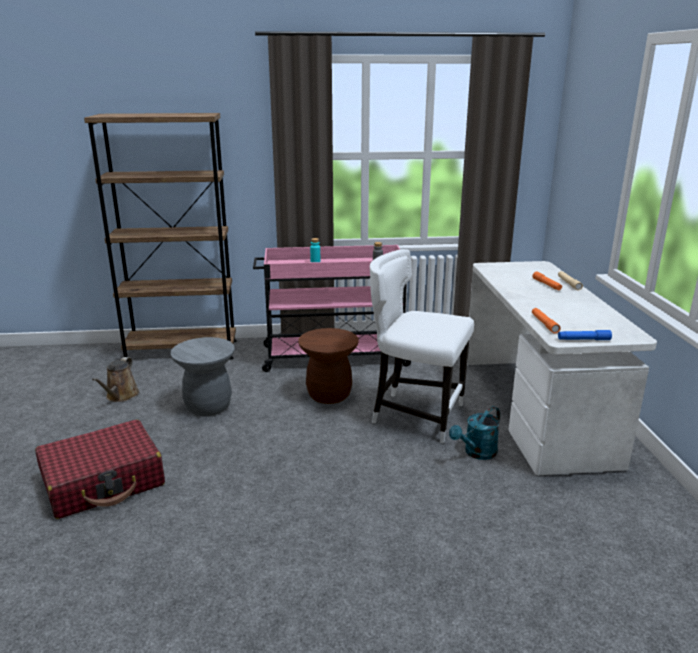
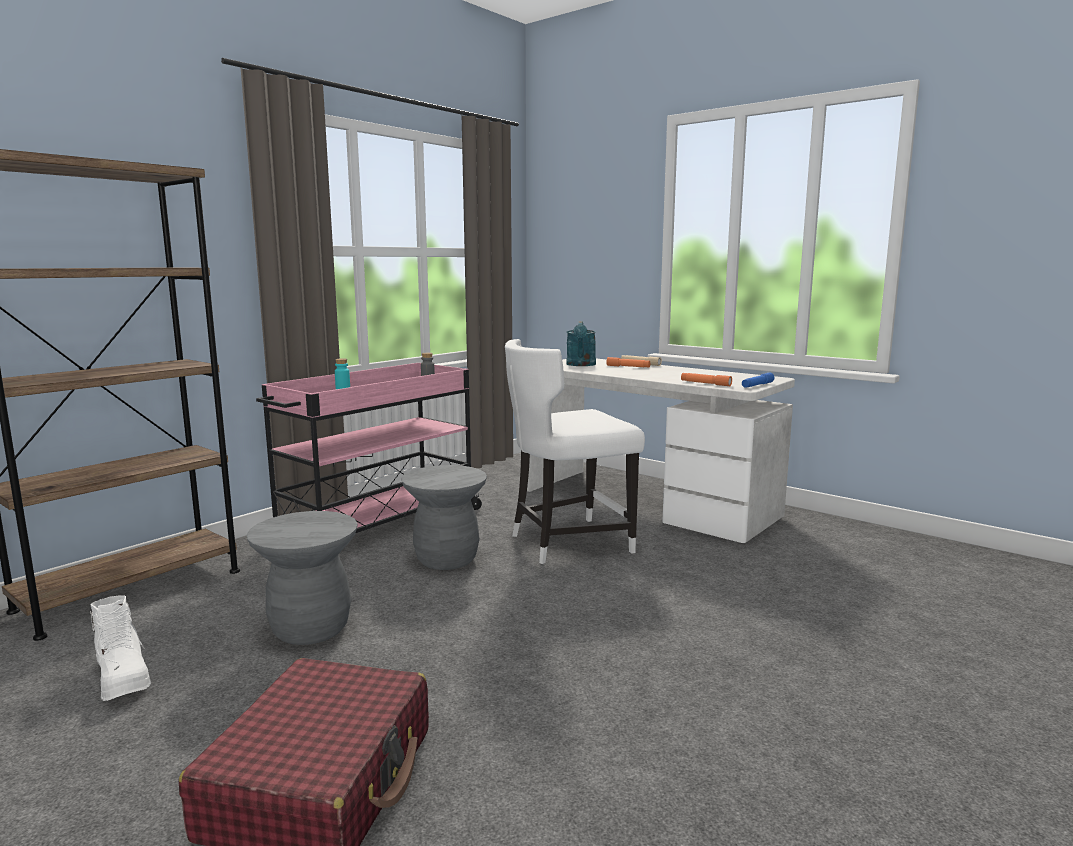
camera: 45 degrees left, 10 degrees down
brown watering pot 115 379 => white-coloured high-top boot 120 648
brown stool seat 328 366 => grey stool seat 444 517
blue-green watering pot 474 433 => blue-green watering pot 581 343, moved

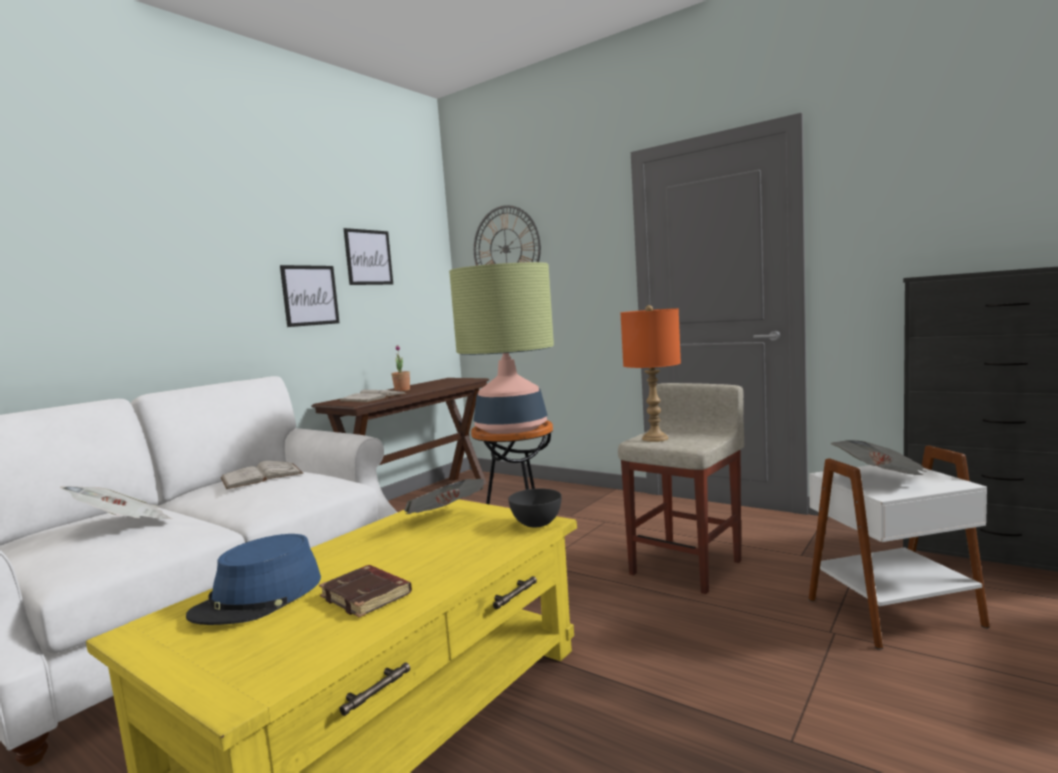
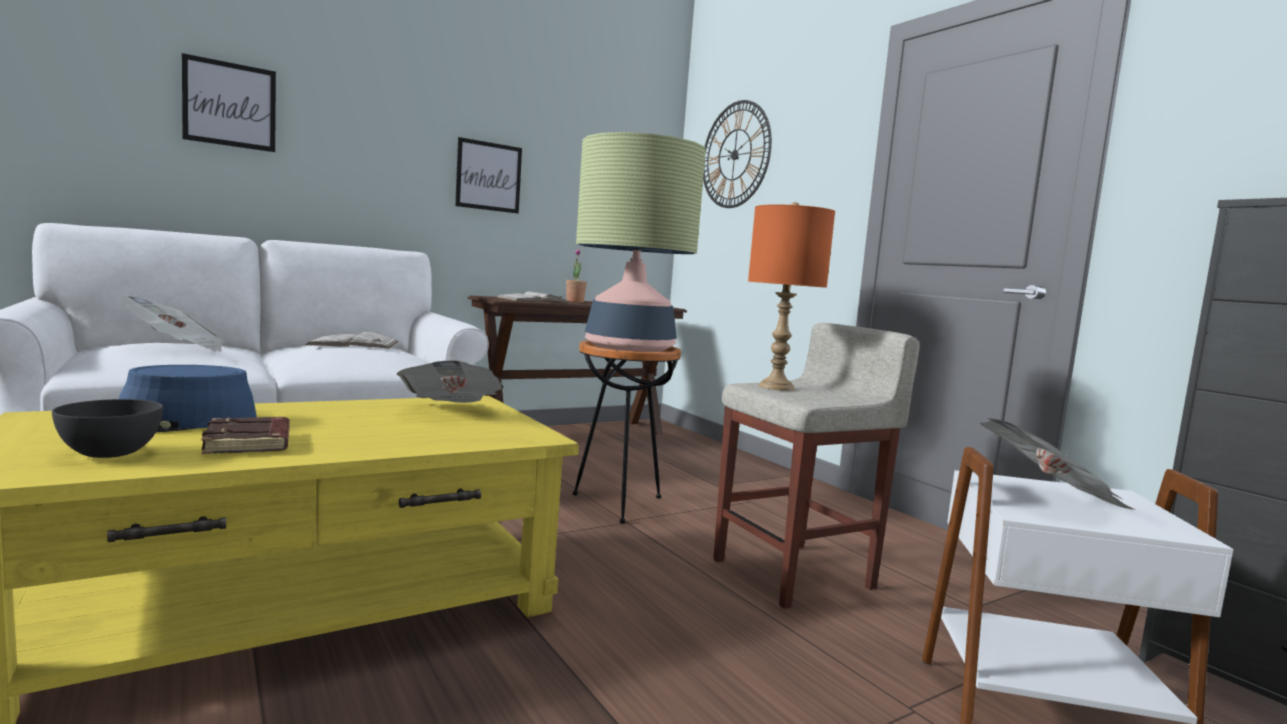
camera: 20 degrees right, 0 degrees up
grey bowl 535 508 => grey bowl 107 428, moved
wall picture 368 256 => wall picture 229 102, moved

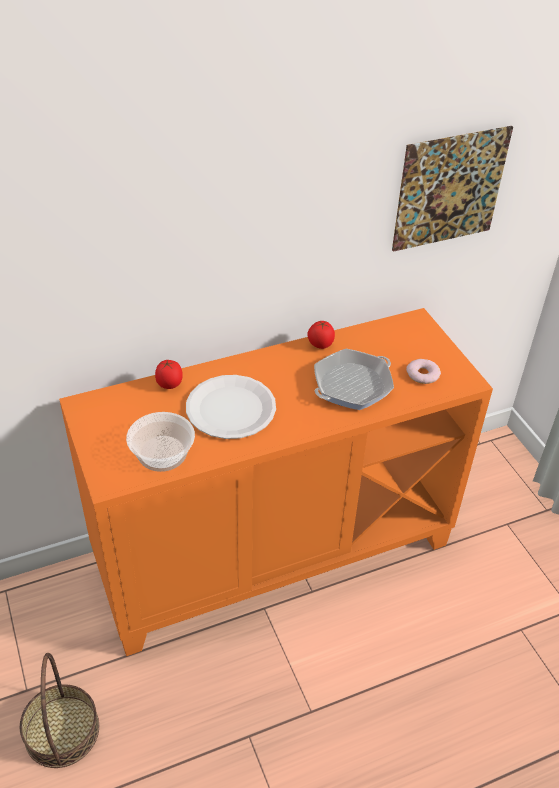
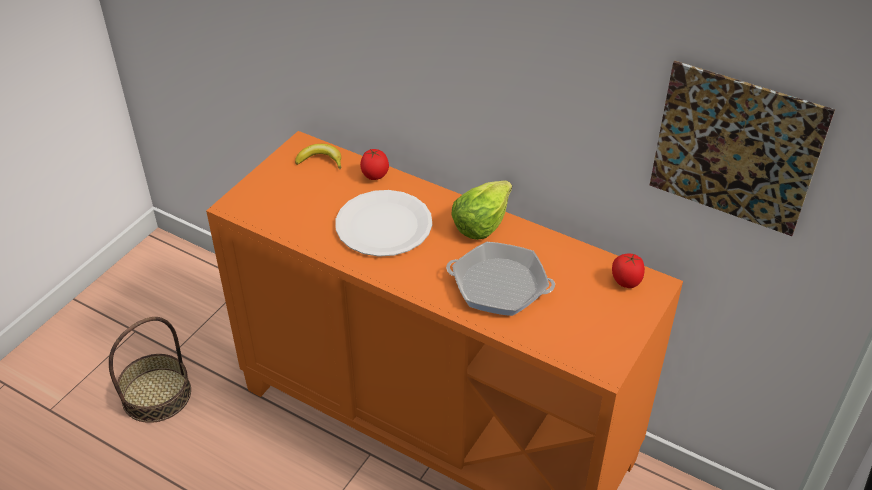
camera: 55 degrees right, 0 degrees up
nothing => banana 318 156
nothing => head of lettuce 481 210
whole tomato 321 335 => whole tomato 628 270, moved
bowl 160 442 => nothing
ring doughnut 423 371 => nothing

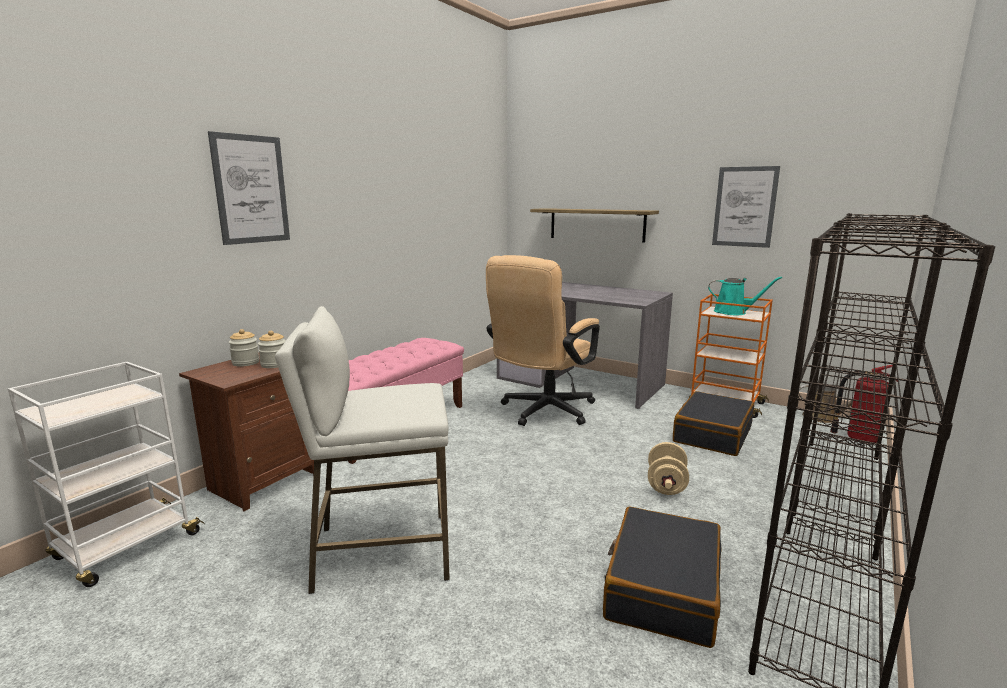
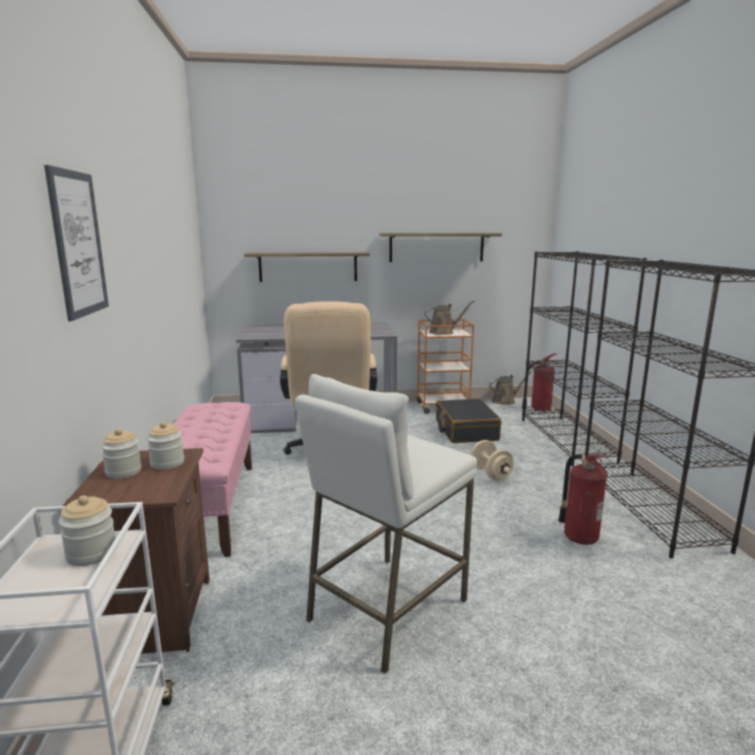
camera: 40 degrees left, 0 degrees up
nothing => storage jar 87 530
wall picture 746 207 => shelf 440 247
blue-green watering pot 745 295 => brown watering pot 449 317
black piece of luggage 662 577 => extinguisher 583 499

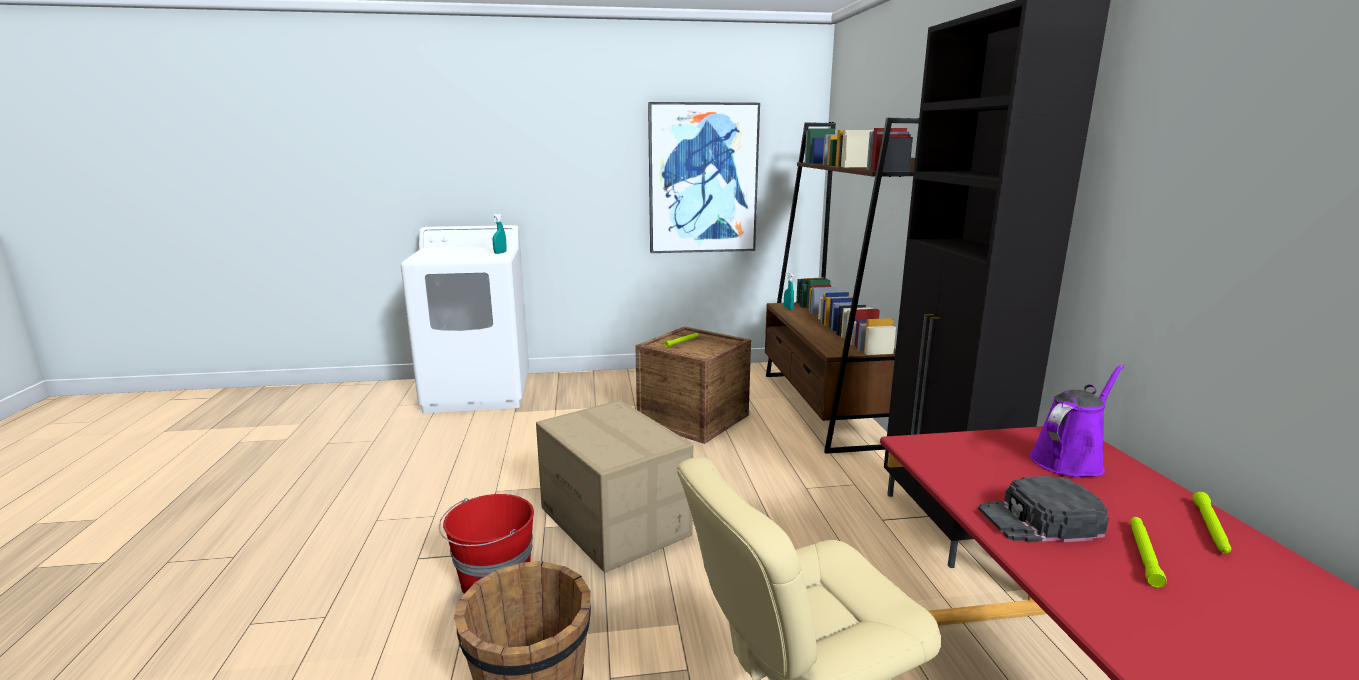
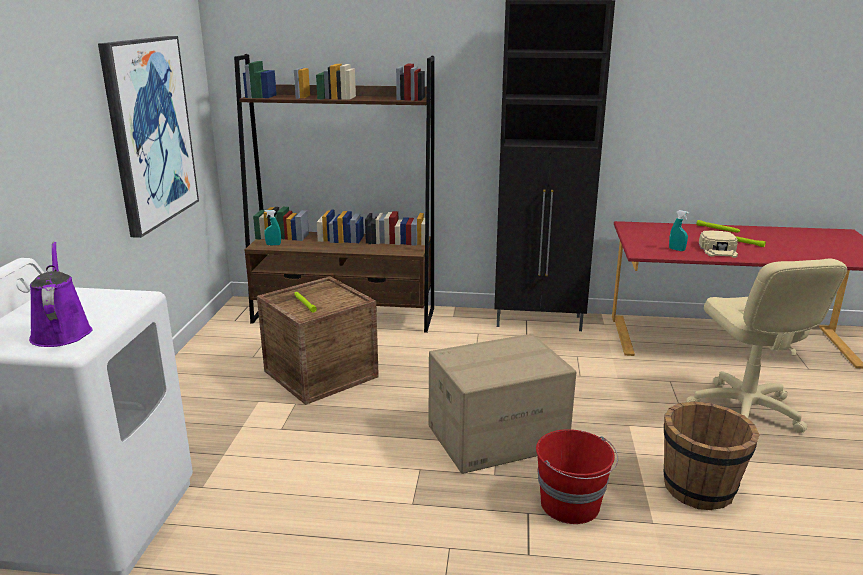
camera: 75 degrees left, 5 degrees up
purple-coloured watering pot 1076 420 => purple-coloured watering pot 60 294, moved
blue-green hand sprayer 499 234 => blue-green hand sprayer 679 230, moved
black baseball cap 1043 509 => beige baseball cap 718 244

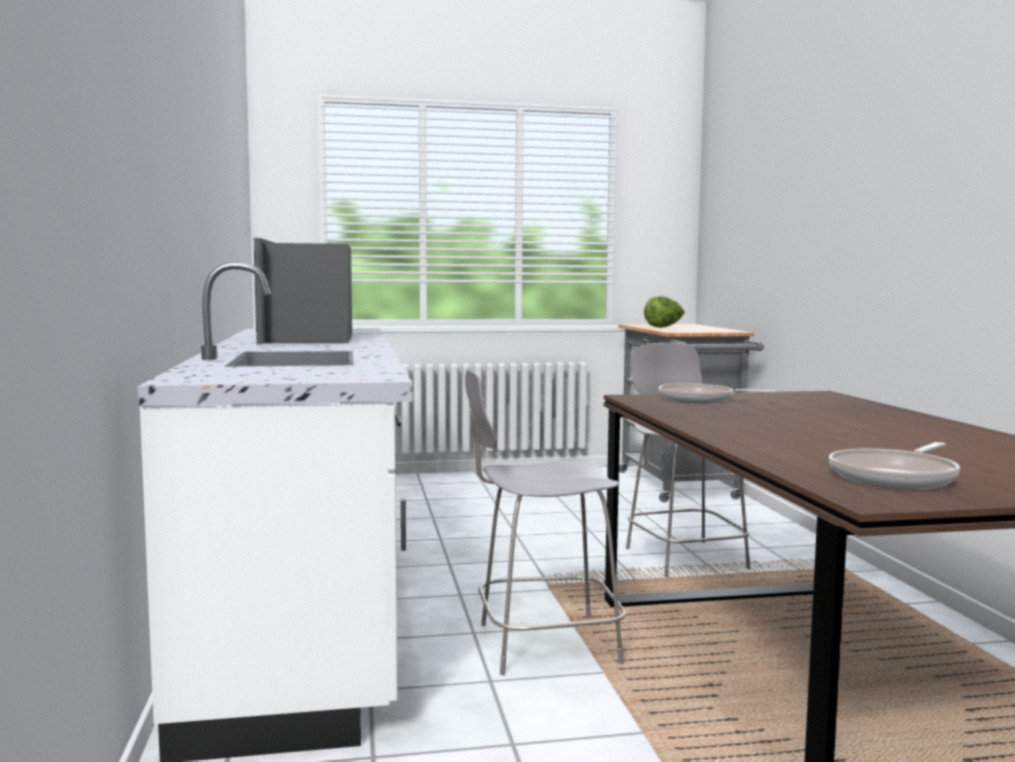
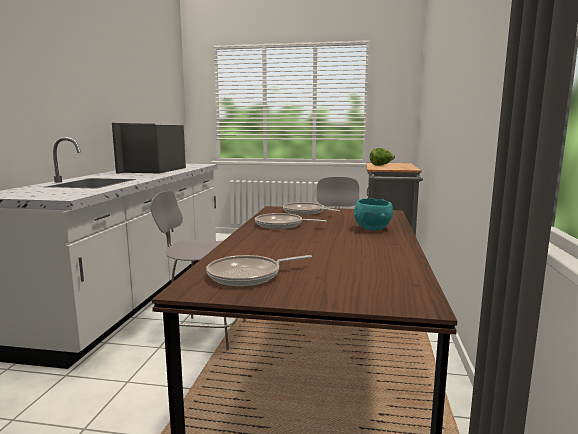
camera: 20 degrees right, 5 degrees up
nothing => skillet 291 221
nothing => blue-green bowl 374 214

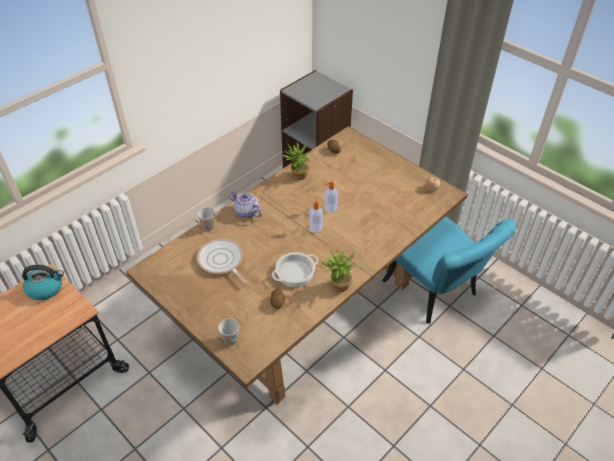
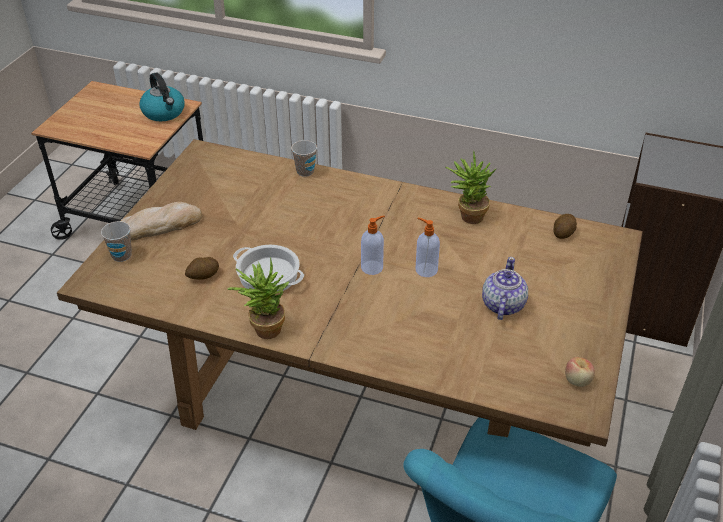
camera: 65 degrees right, 5 degrees down
nothing => baked bread 161 221
pot for tea 246 204 => pot for tea 505 288, moved
skillet 222 261 => nothing

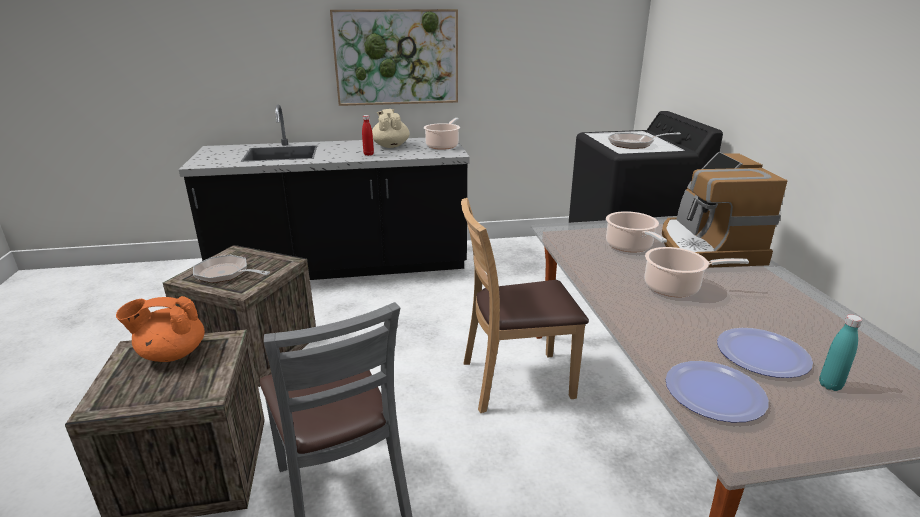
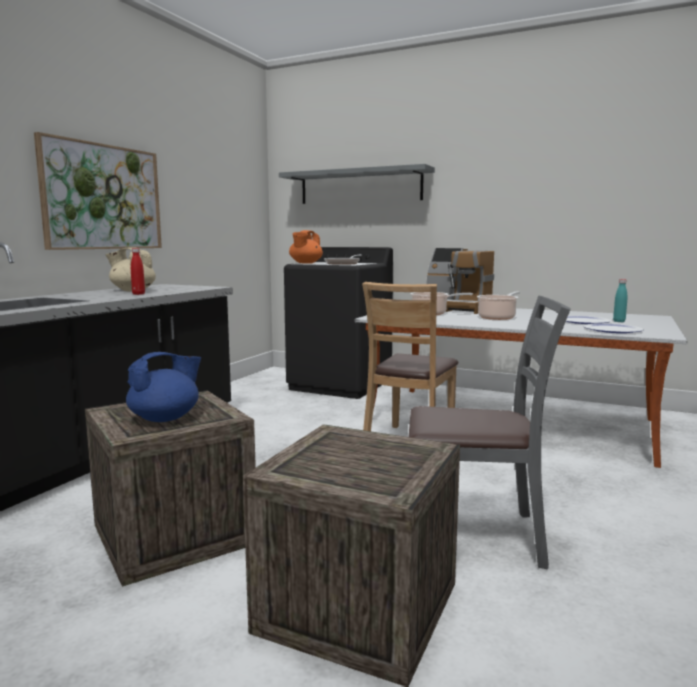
camera: 55 degrees left, 15 degrees down
skillet 231 269 => blue-coloured pot for tea 163 387
nothing => grey shelf 357 184
orange-coloured pot for tea 160 329 => orange-coloured pot for tea 306 246, moved
stockpot 442 134 => nothing

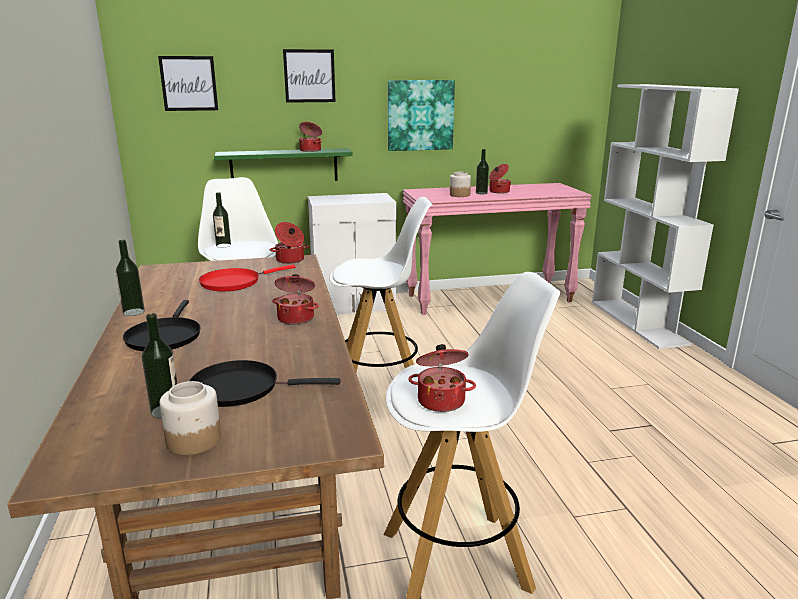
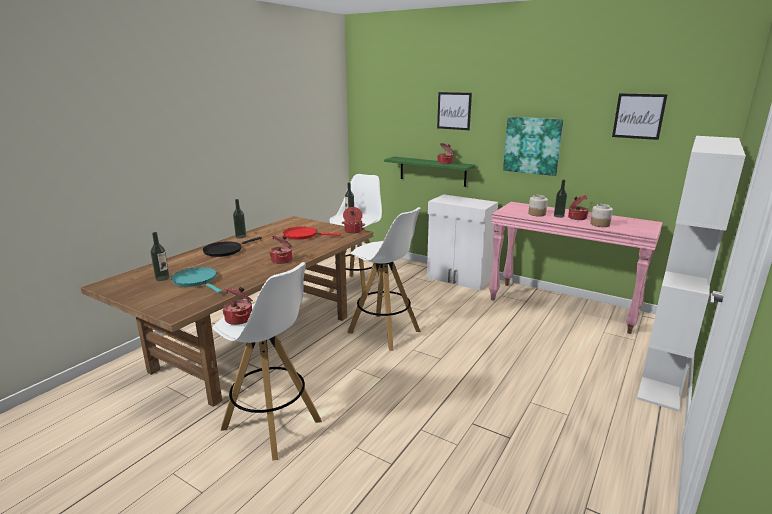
camera: 45 degrees right, 0 degrees up
black skillet 264 383 => blue-green skillet 196 280
storage jar 190 418 => storage jar 601 215, moved
wall picture 188 83 => wall picture 640 116, moved

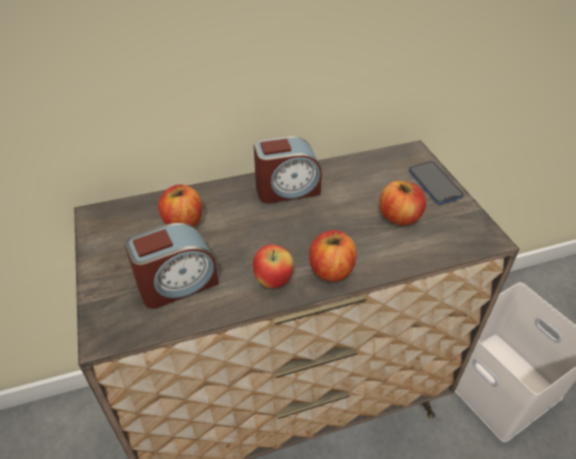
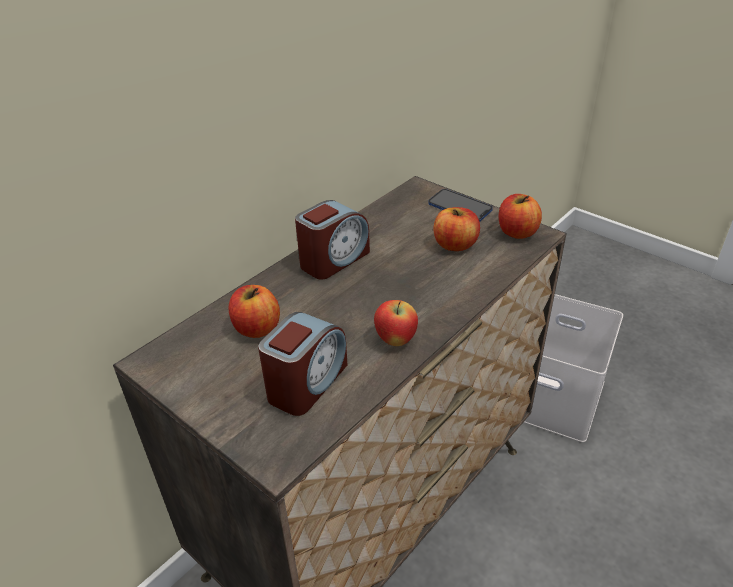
camera: 30 degrees left, 5 degrees down
apple 333 256 => apple 520 216, moved

